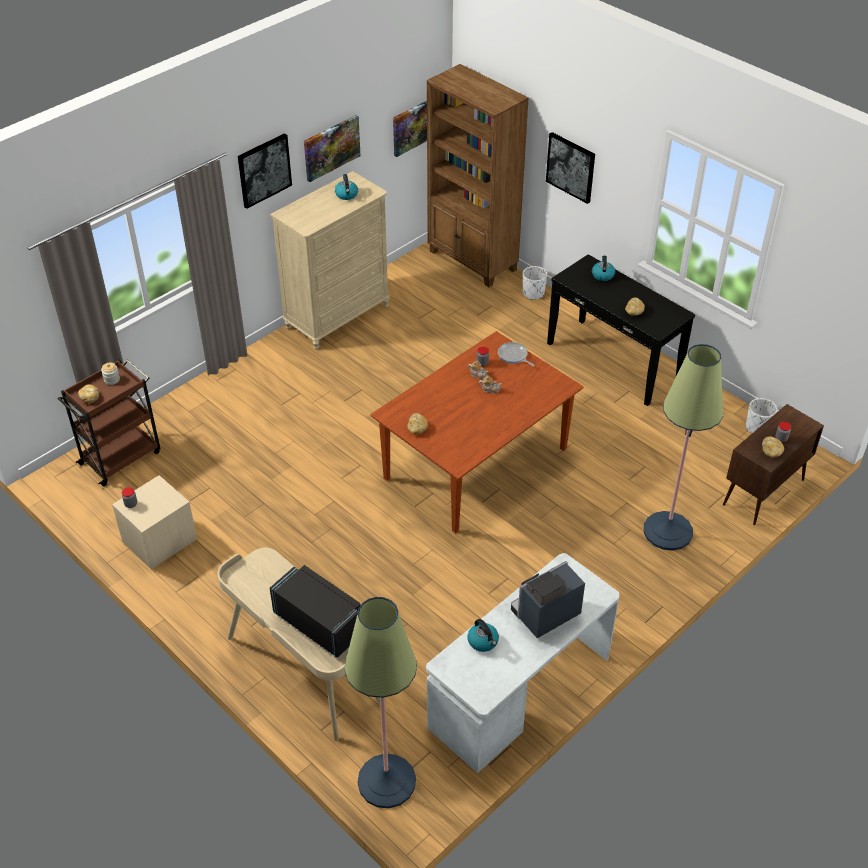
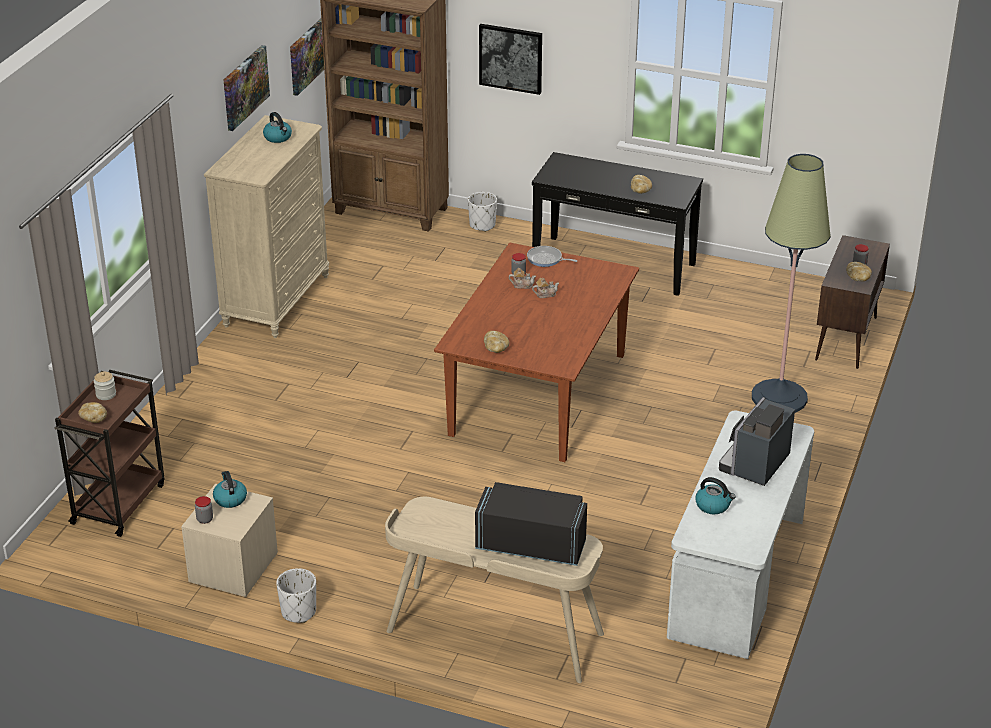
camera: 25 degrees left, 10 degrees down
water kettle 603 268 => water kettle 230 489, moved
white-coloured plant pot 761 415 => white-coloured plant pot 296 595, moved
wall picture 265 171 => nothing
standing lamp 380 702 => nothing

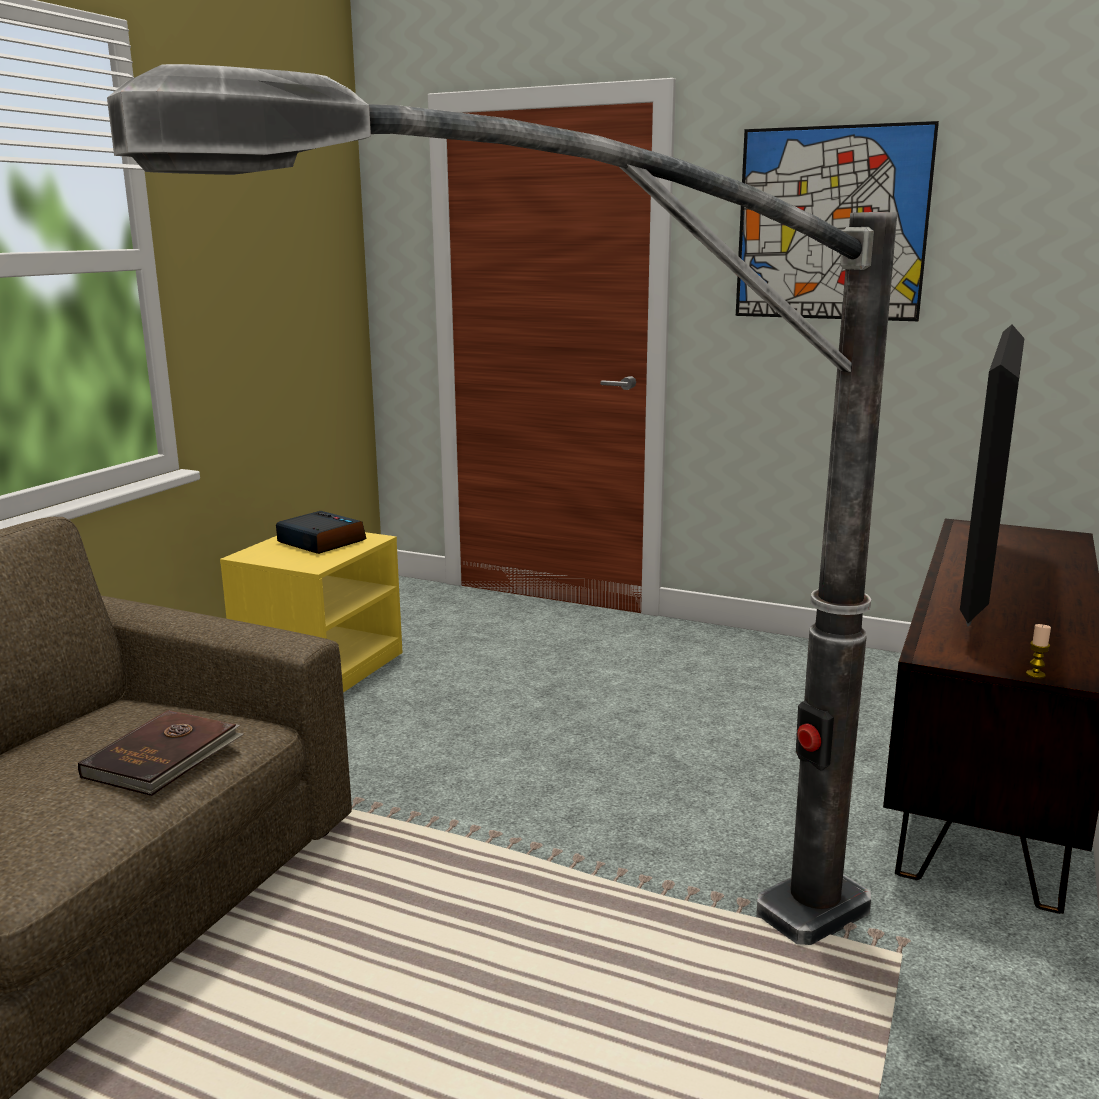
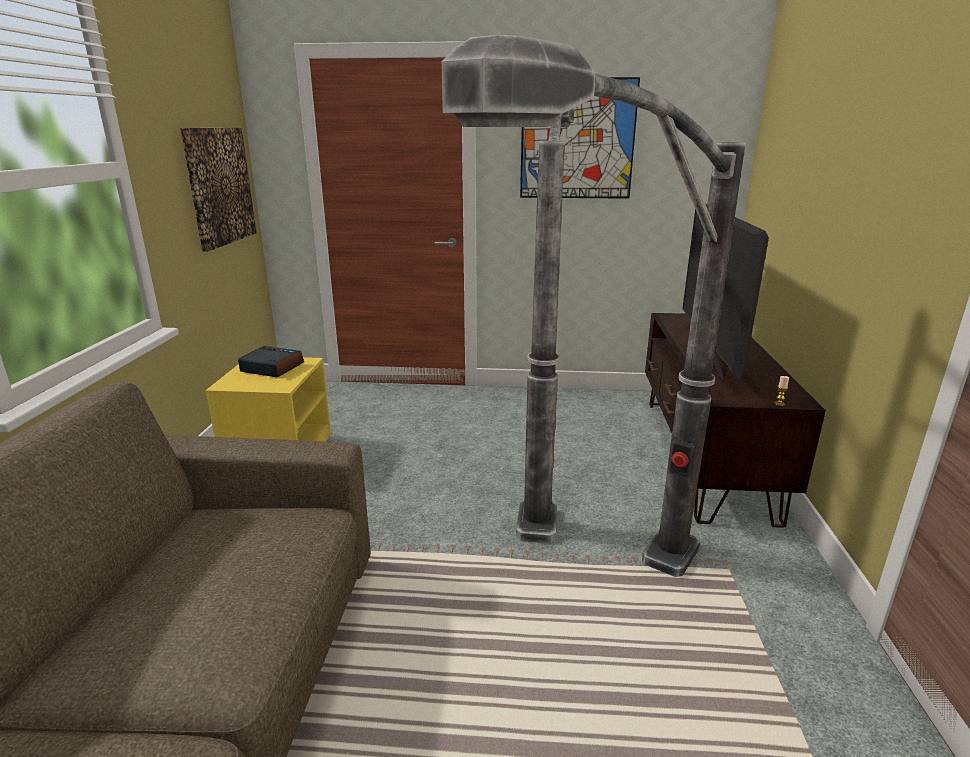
camera: 20 degrees left, 5 degrees up
nothing => wall picture 218 190
nothing => standing lamp 545 325
brown book 161 753 => nothing

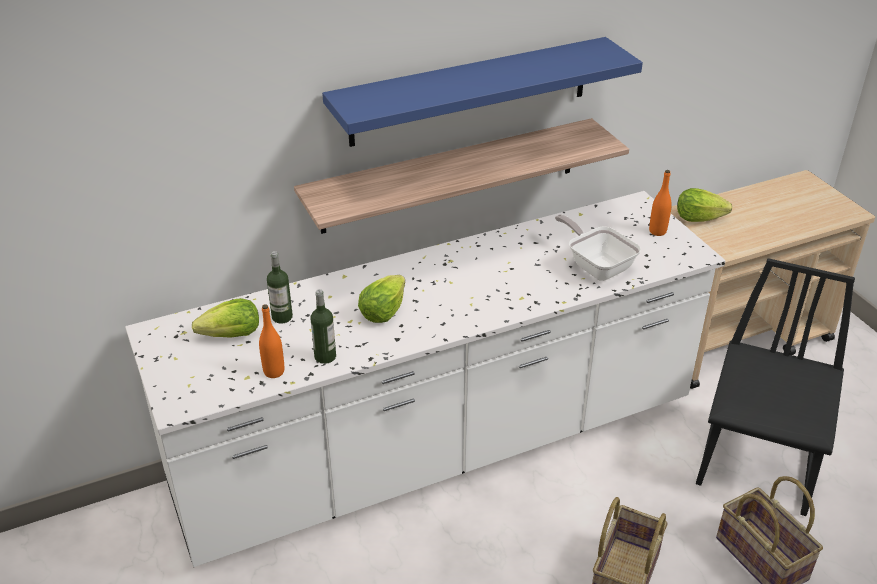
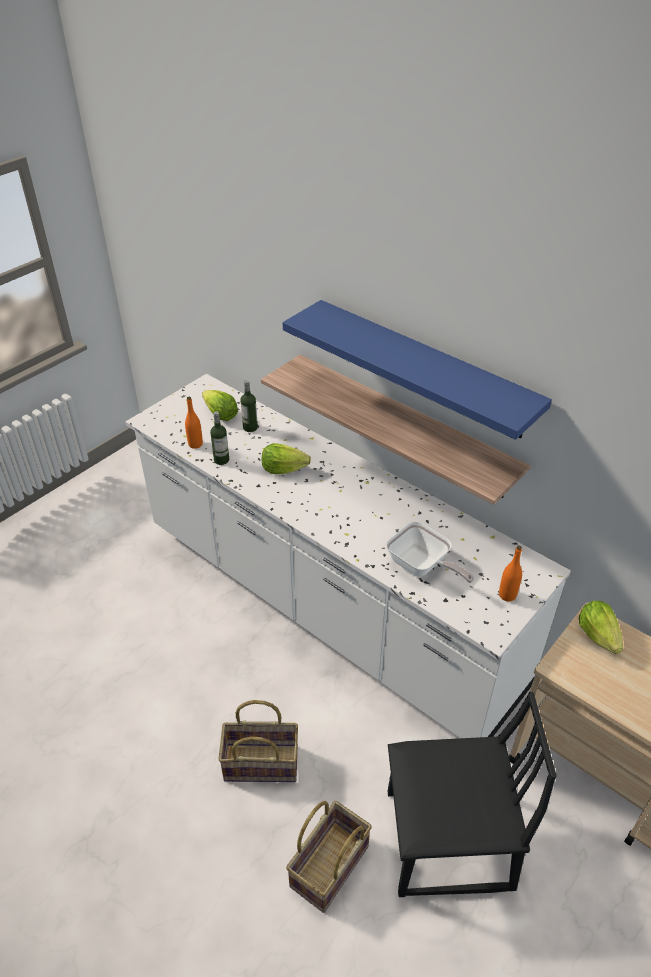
camera: 65 degrees right, 5 degrees up
skillet 598 247 => skillet 430 552, 105 degrees clockwise

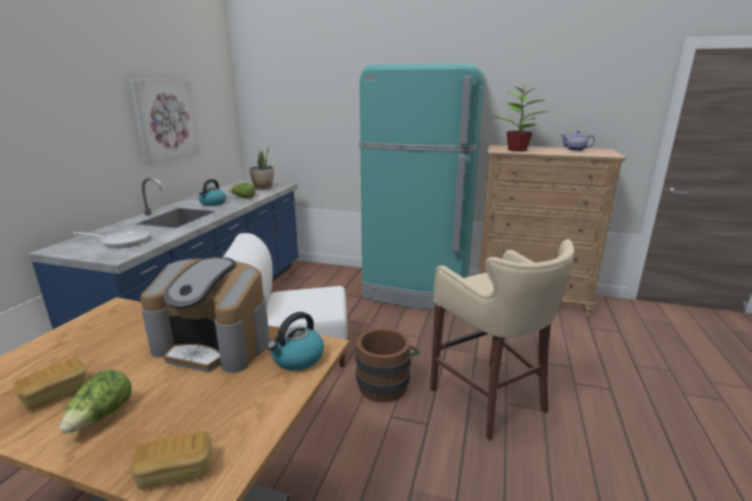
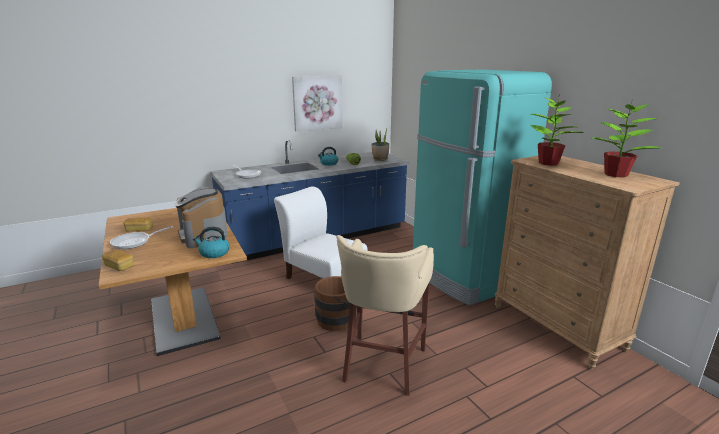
camera: 45 degrees right, 0 degrees up
head of lettuce 96 401 => skillet 142 237
pot for tea 578 141 => houseplant 626 139

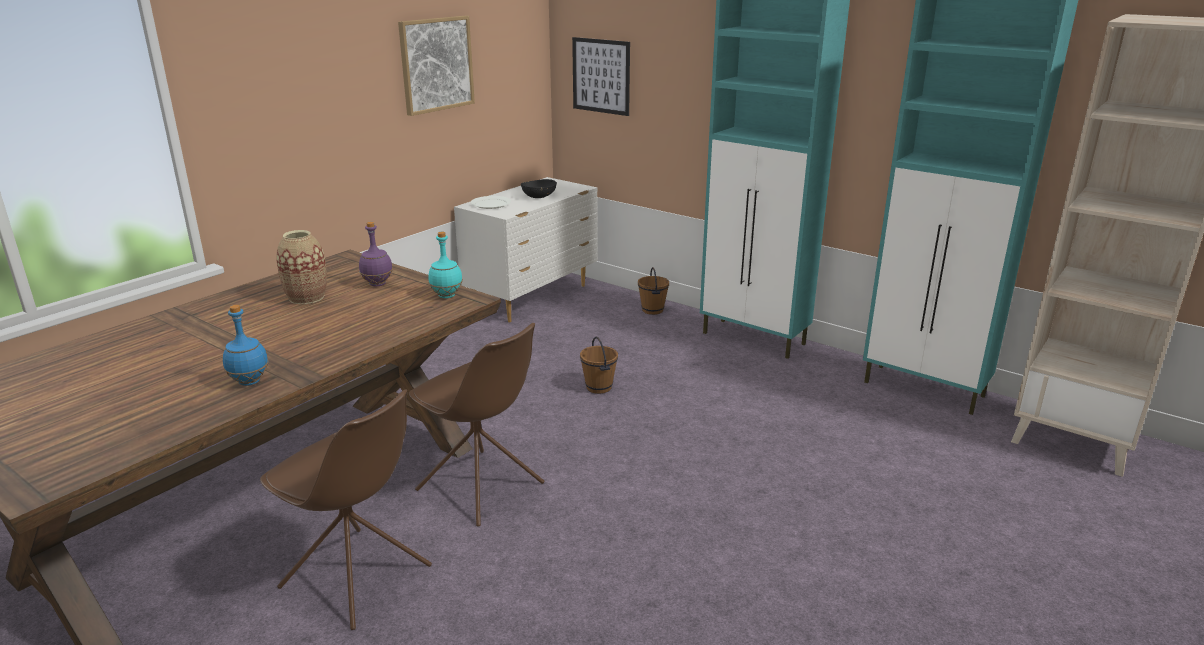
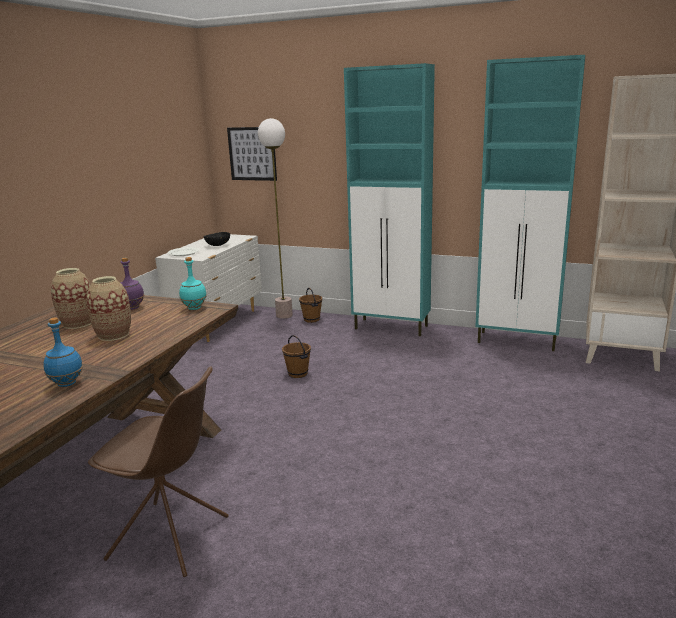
camera: 15 degrees left, 5 degrees down
nothing => decorative vase 109 308
nothing => standing lamp 275 218
wall picture 436 66 => nothing
brown upright chair 476 424 => nothing

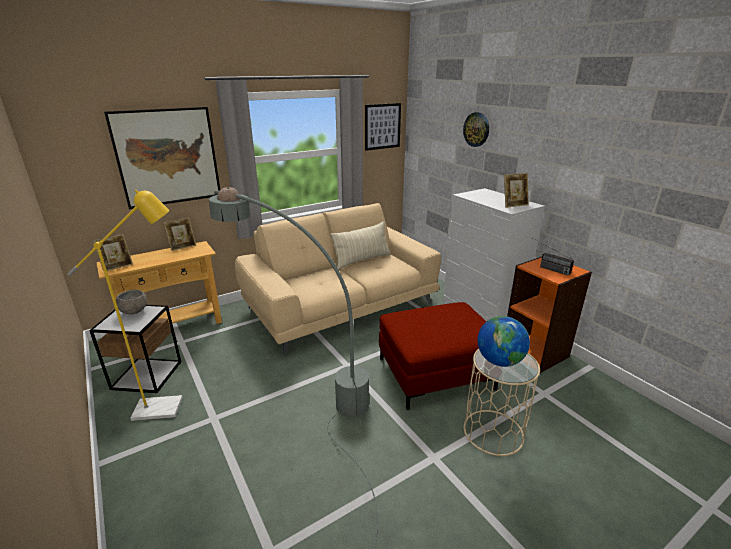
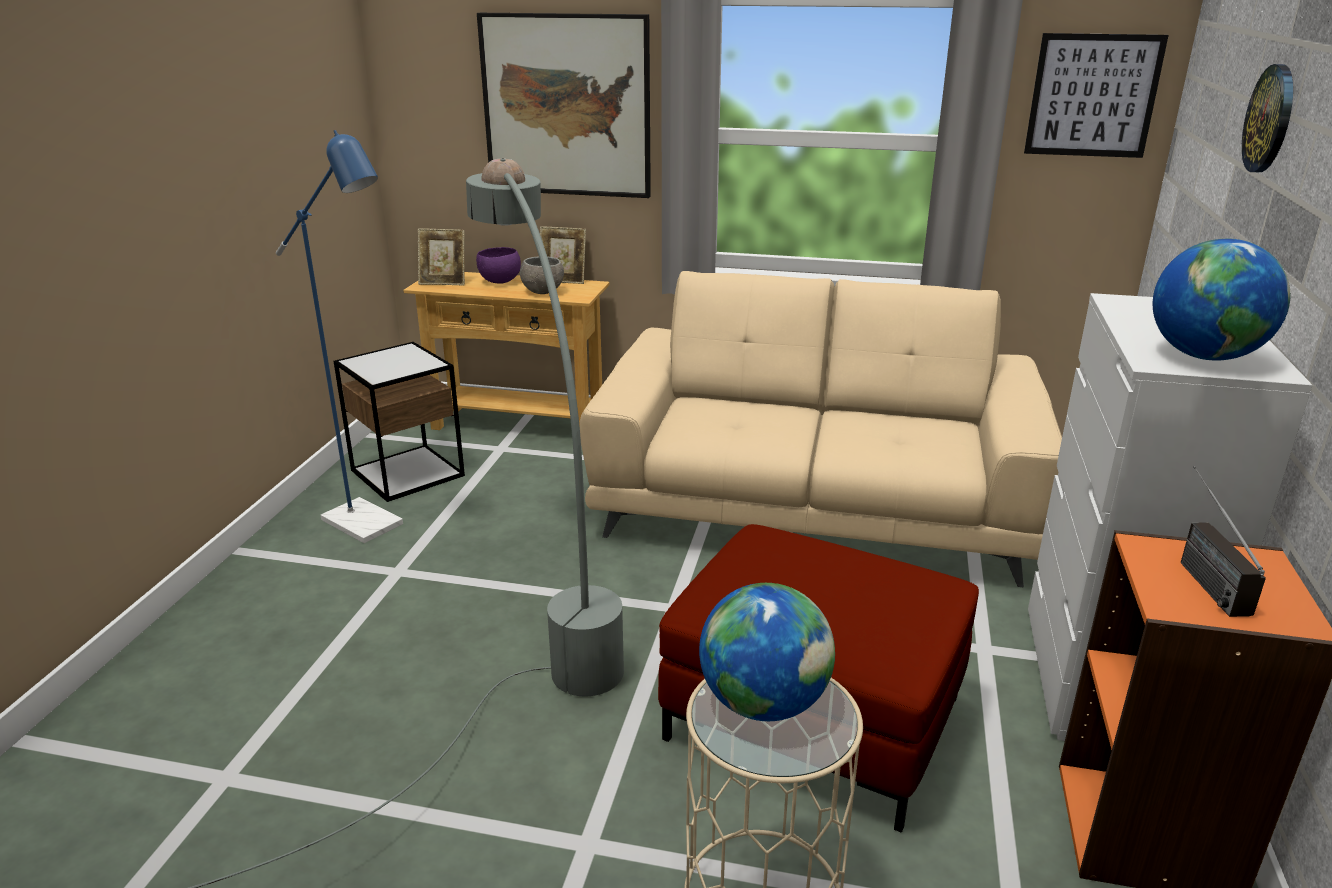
camera: 45 degrees right, 0 degrees up
yellow-coloured standing lamp 125 305 => blue-coloured standing lamp 339 336
nothing => purple-coloured bowl 498 265
grey bowl 131 302 => grey bowl 542 275, moved
photo frame 516 190 => world globe 1222 300
beige pillow 361 245 => nothing

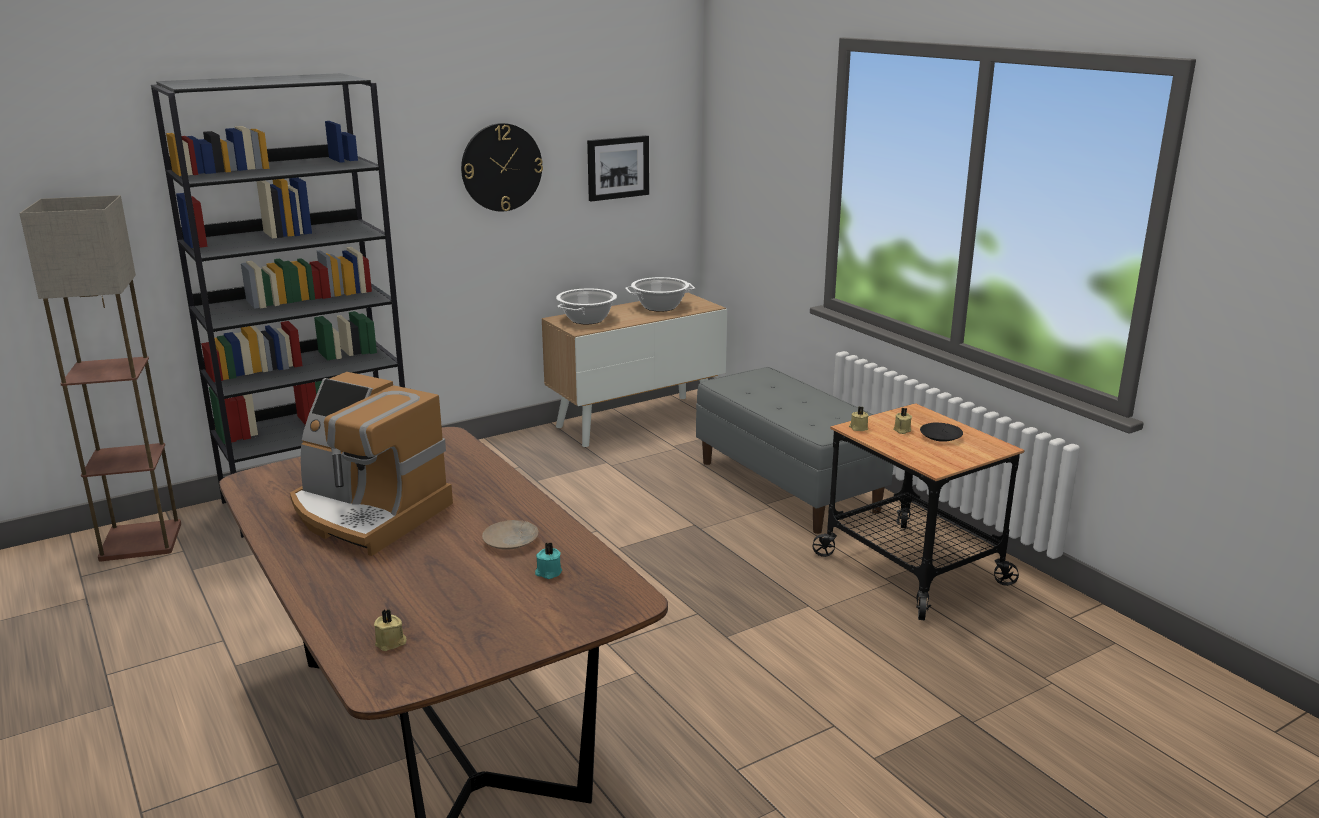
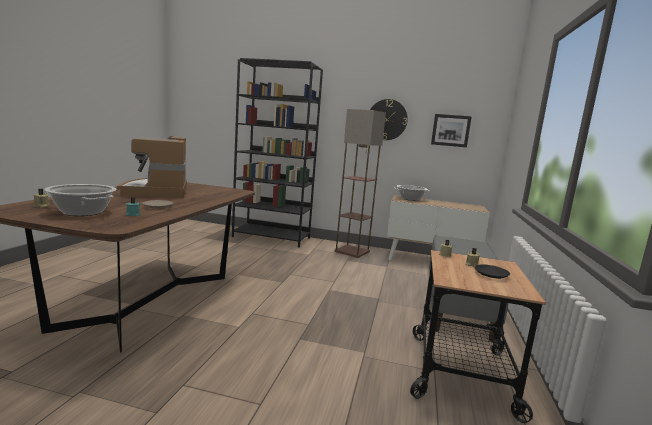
camera: 45 degrees right, 10 degrees down
stockpot 660 294 => stockpot 80 200, moved
standing lamp 100 378 => standing lamp 360 183, moved

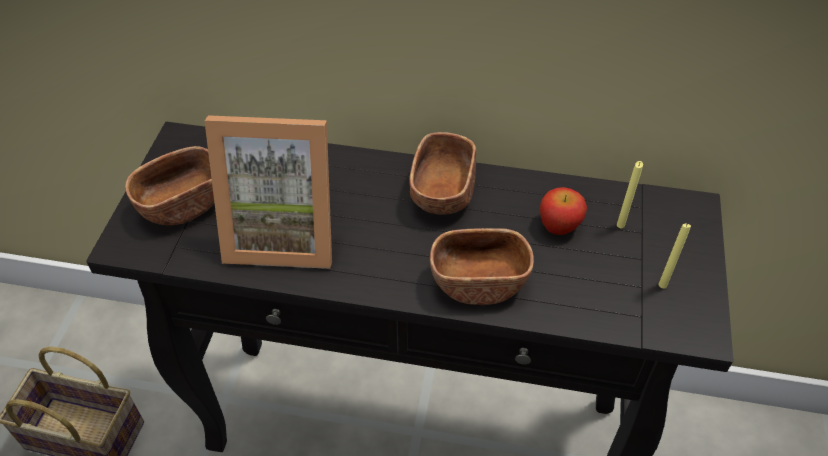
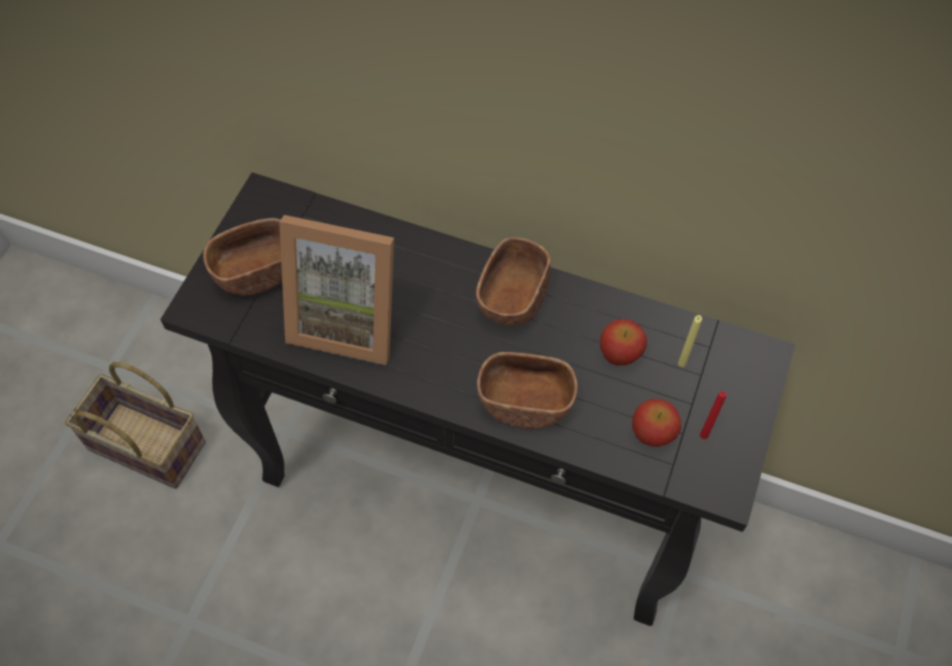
camera: 10 degrees right, 10 degrees up
nothing => apple 656 423
yellow-coloured wax light 675 256 => reddish wax light 713 415

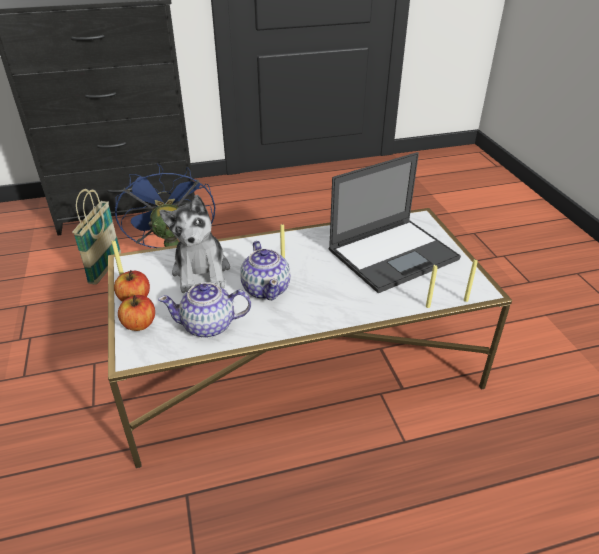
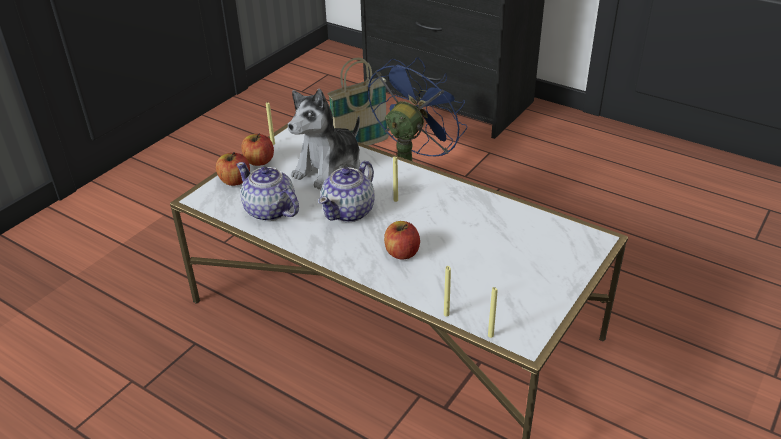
camera: 50 degrees right, 0 degrees up
nothing => apple 402 240
notebook computer 394 222 => nothing

